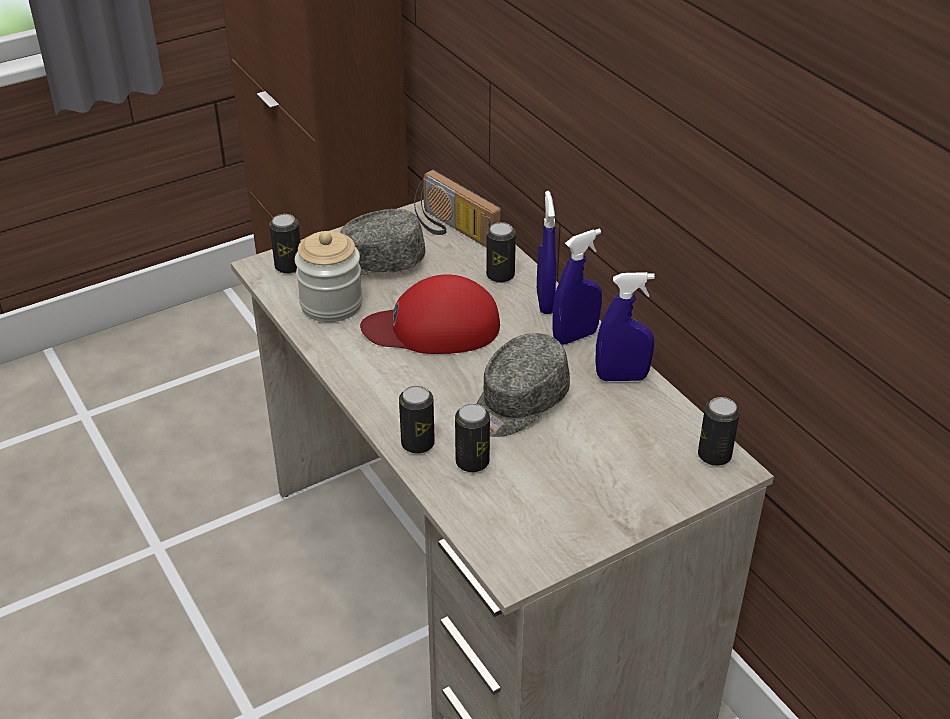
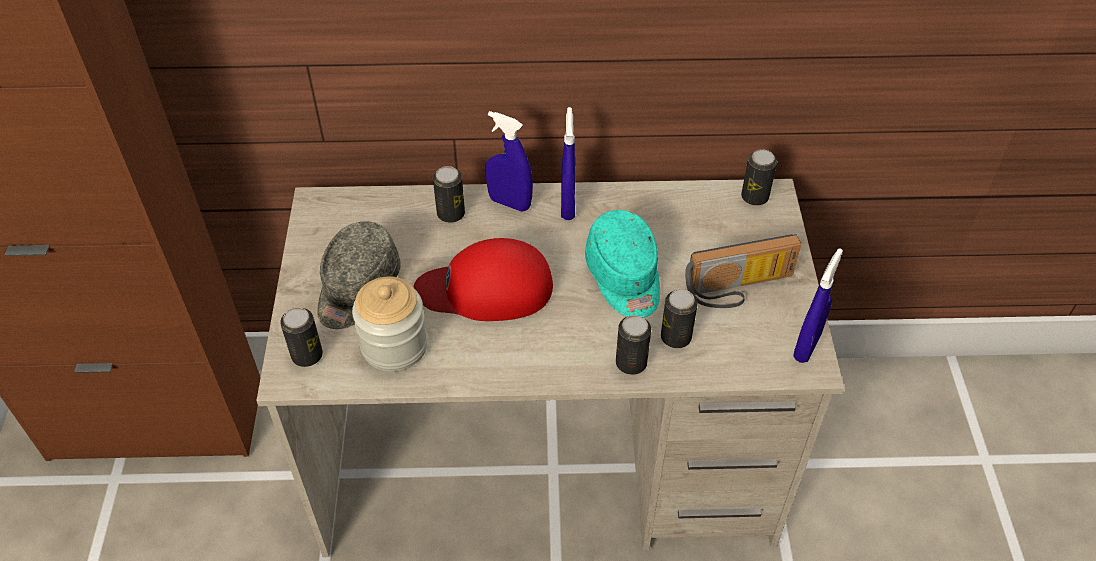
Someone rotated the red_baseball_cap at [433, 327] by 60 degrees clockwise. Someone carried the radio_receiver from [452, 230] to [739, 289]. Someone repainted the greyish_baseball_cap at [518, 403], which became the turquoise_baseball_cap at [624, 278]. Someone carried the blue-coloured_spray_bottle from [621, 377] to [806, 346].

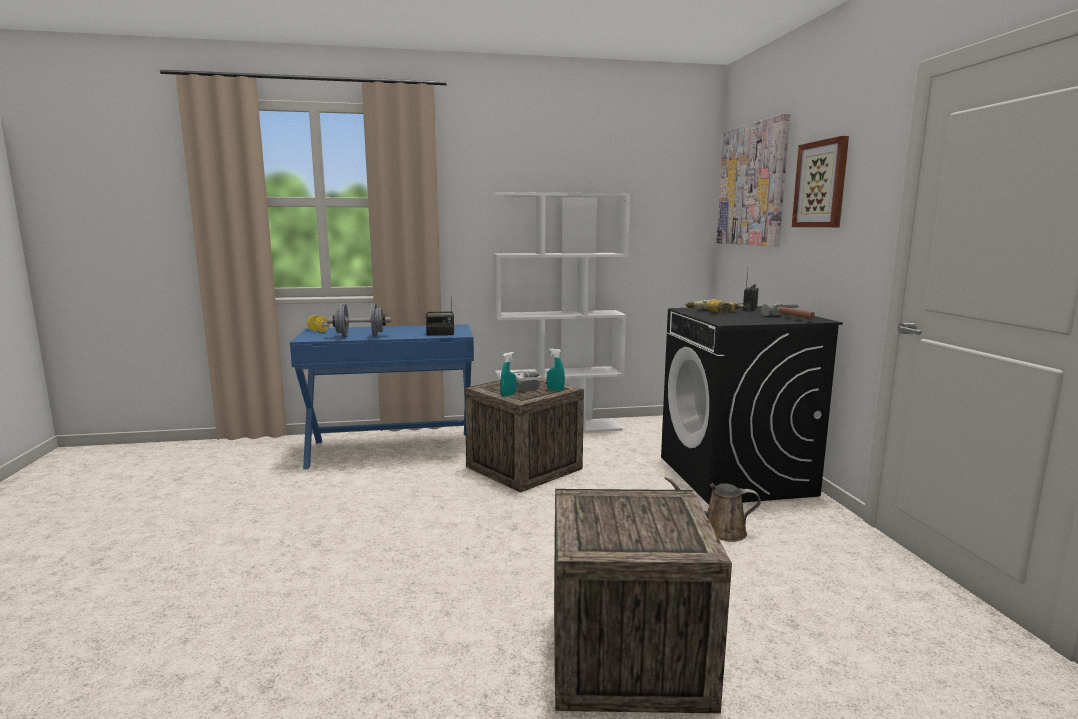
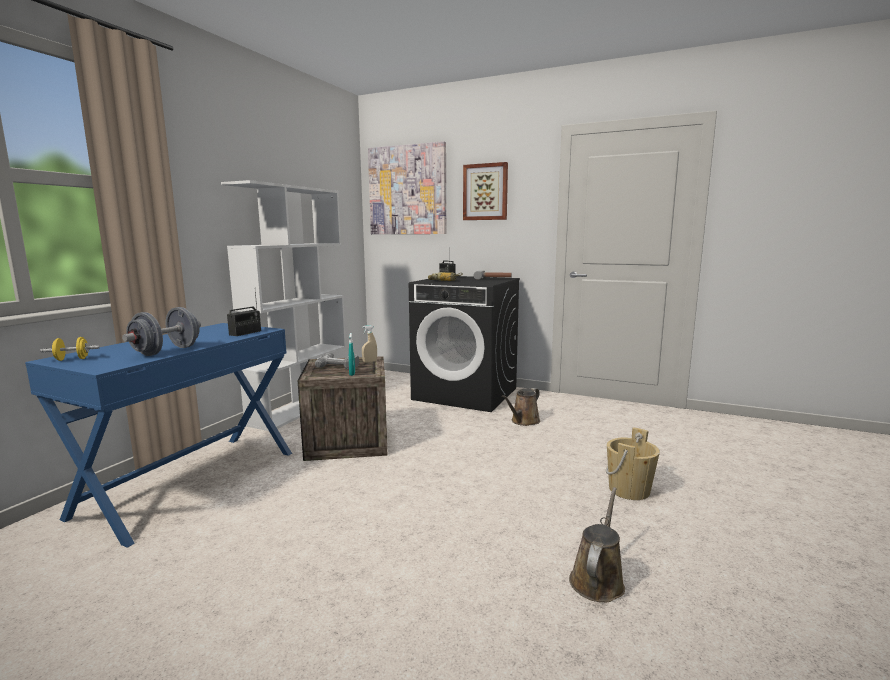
Someone repainted the turquoise_spray_bottle at [555, 390], which became the beige_spray_bottle at [369, 362]. Someone swapped the crate at [627, 656] for the beige_bucket at [629, 490]. Someone put down the brown_sprinkling_can at [597, 579].

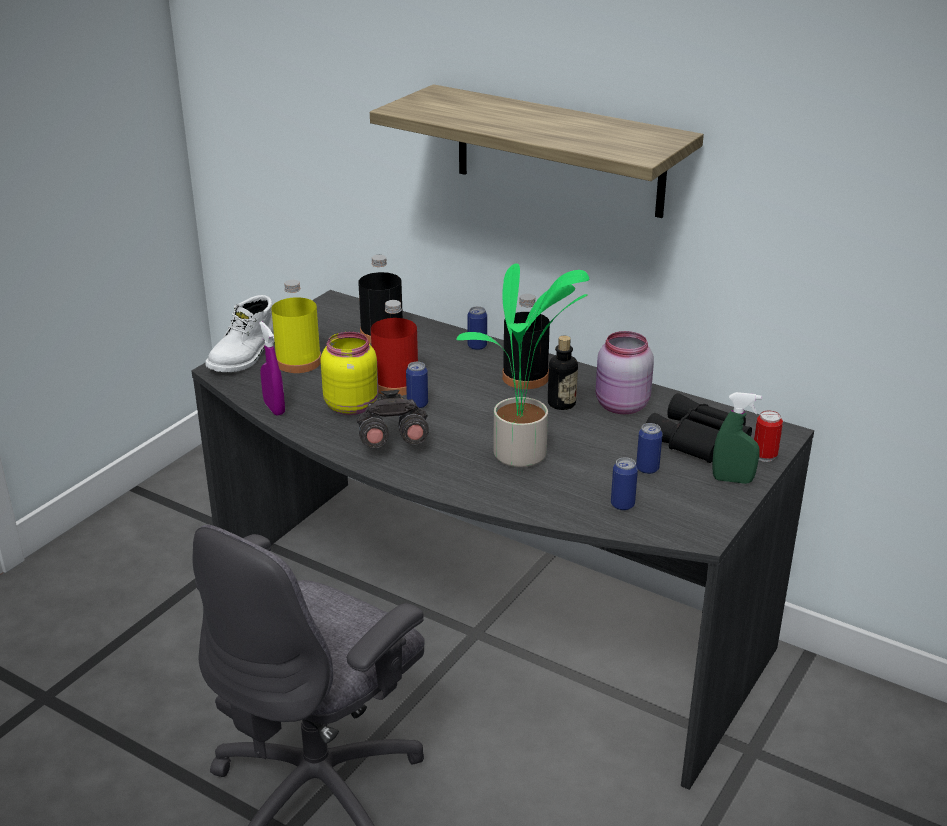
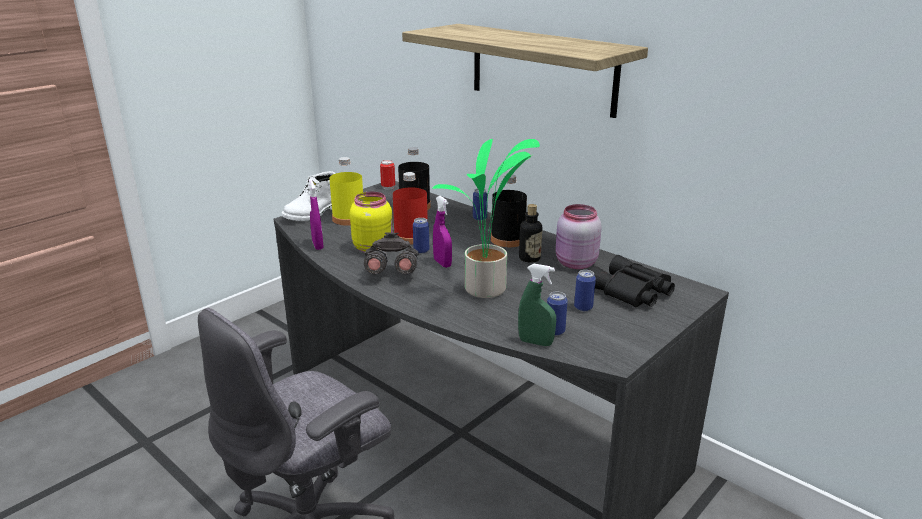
Someone carried the greenish_spray_bottle from [732, 480] to [535, 342]. Someone carried the can from [764, 456] to [388, 187]. Someone put down the purple_spray_bottle at [442, 263].

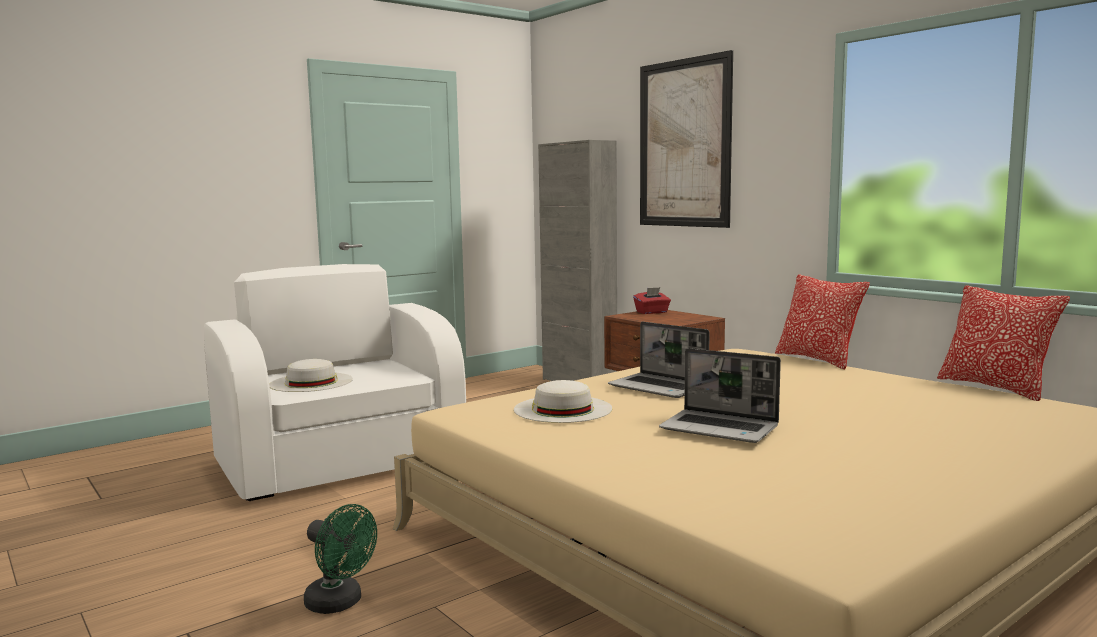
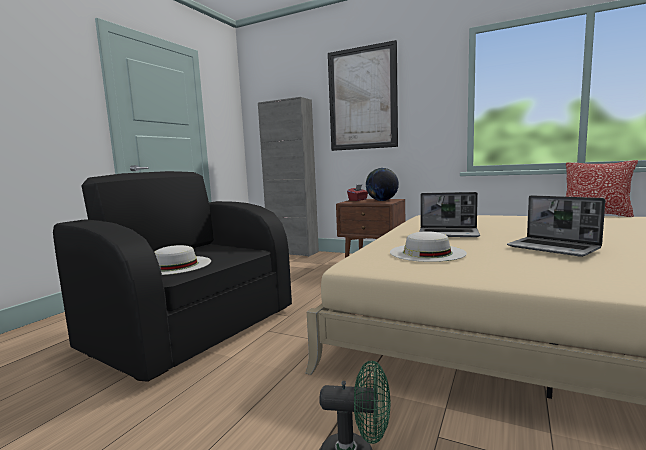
Someone repainted the whitish_easy_chair at [342, 462], which became the black_easy_chair at [194, 328]. Someone rotated the portable_computer at [720, 428] by 45 degrees clockwise. Someone took away the throw_pillow at [817, 359]. Someone put down the globe at [382, 201].

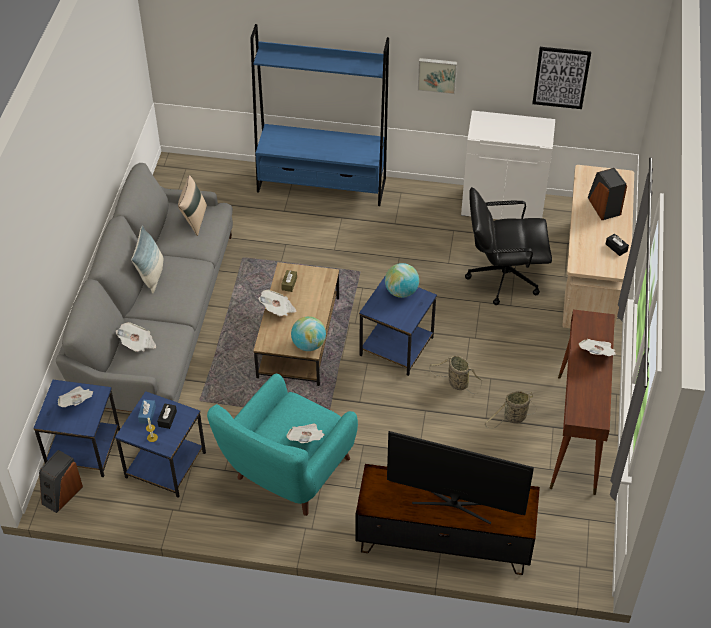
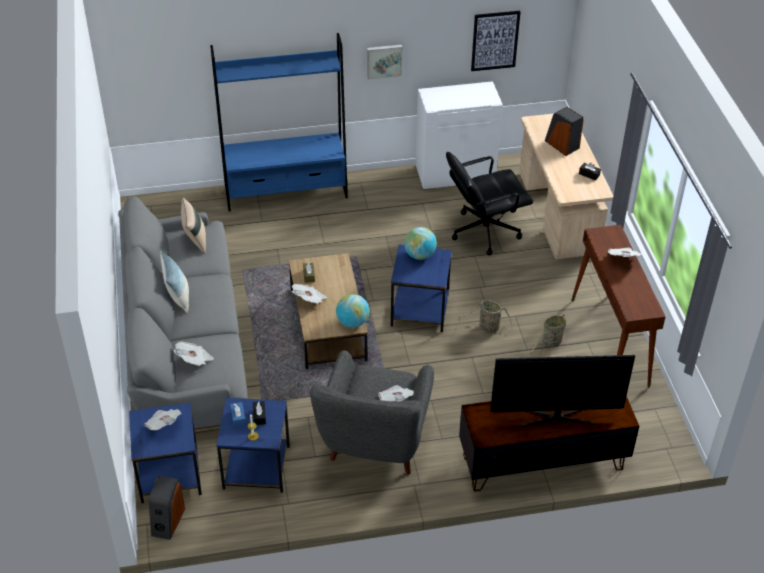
Someone repainted the turquoise_easy_chair at [287, 473], which became the greyish_easy_chair at [374, 443].

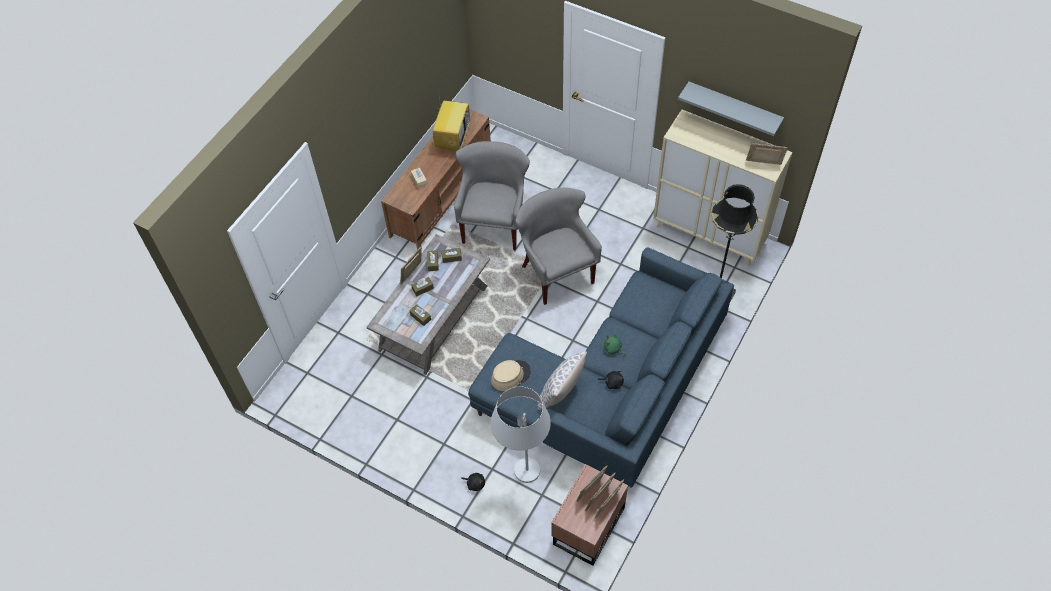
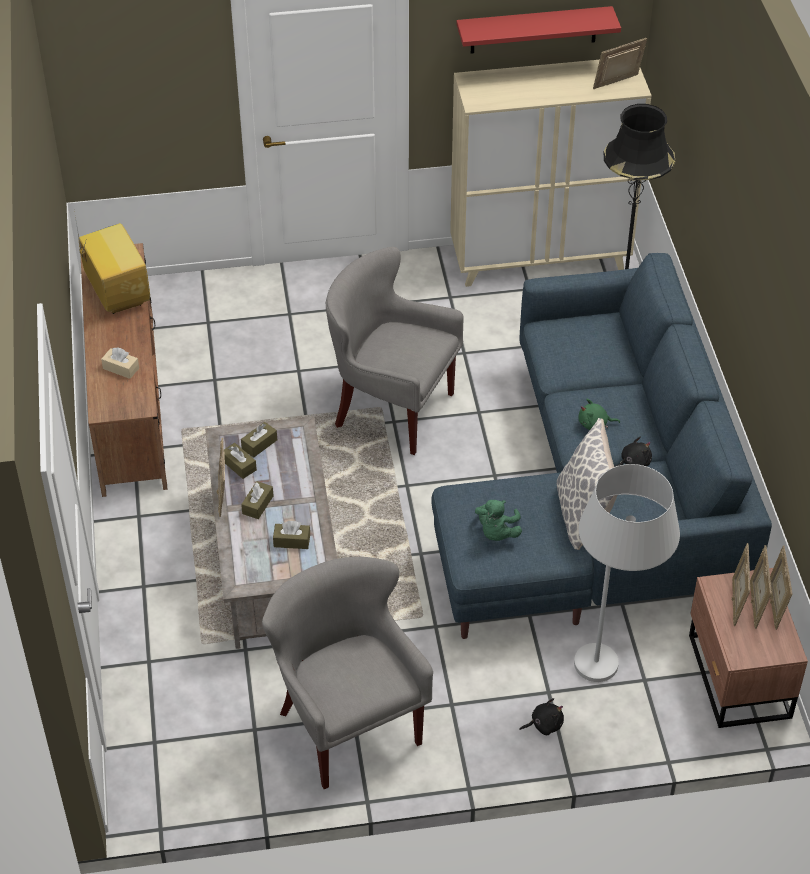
Someone carried the greyish_easy_chair from [494, 225] to [348, 725]. Someone swapped the beige_wearable_hat at [510, 375] for the greenish_cuddly_toy at [497, 533]. Someone repainted the greyish_shelf at [733, 108], which became the red_shelf at [533, 30].

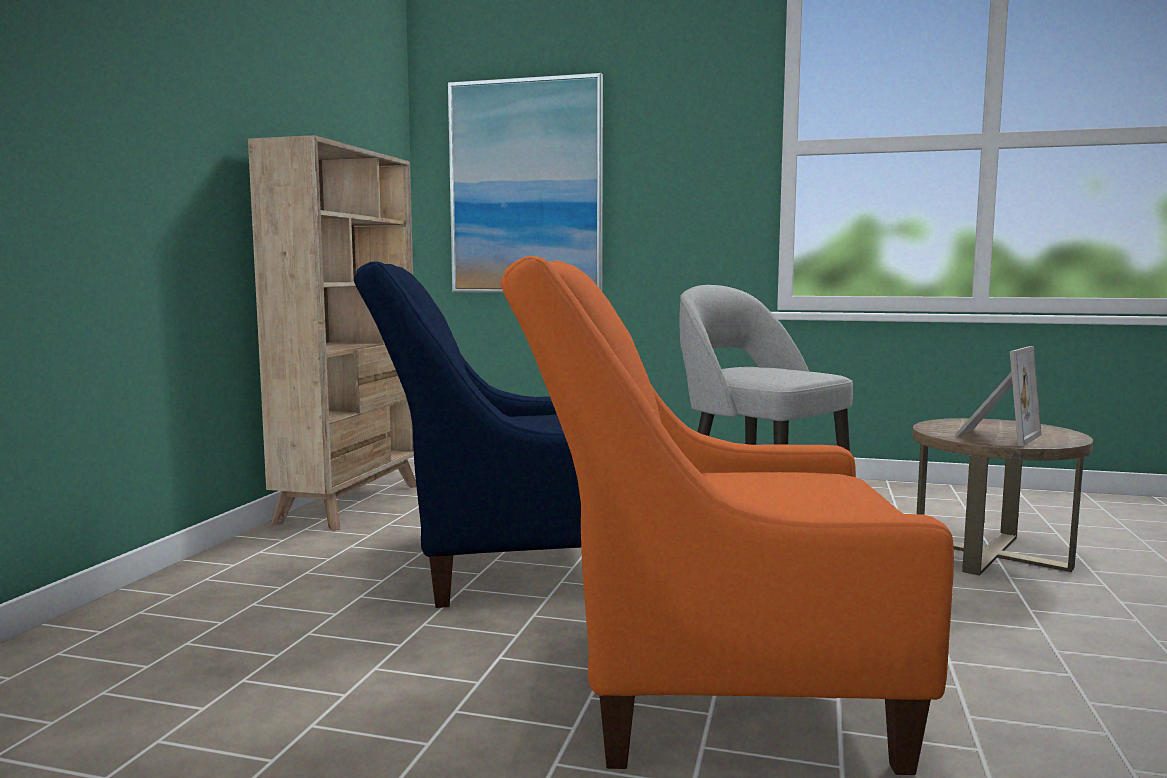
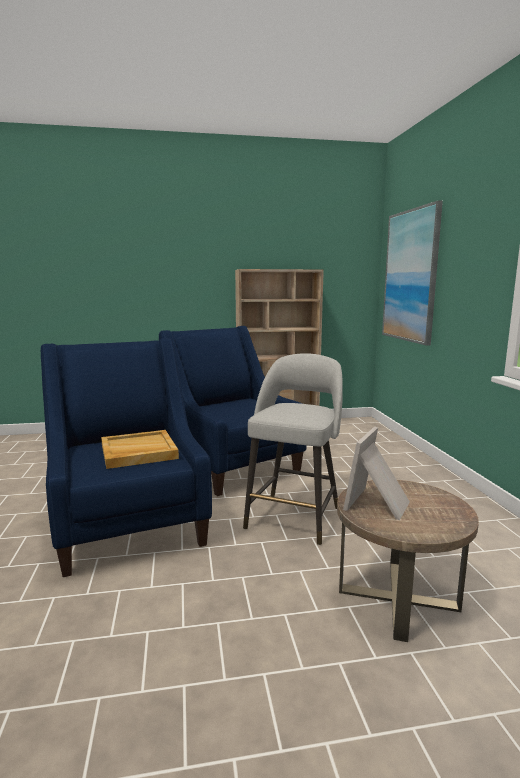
Someone repainted the orange_easy_chair at [703, 685], which became the blue-coloured_easy_chair at [129, 524]. Someone rotated the picture_frame at [994, 436] by 105 degrees clockwise. Someone put down the beige_carrying_tray at [138, 452].

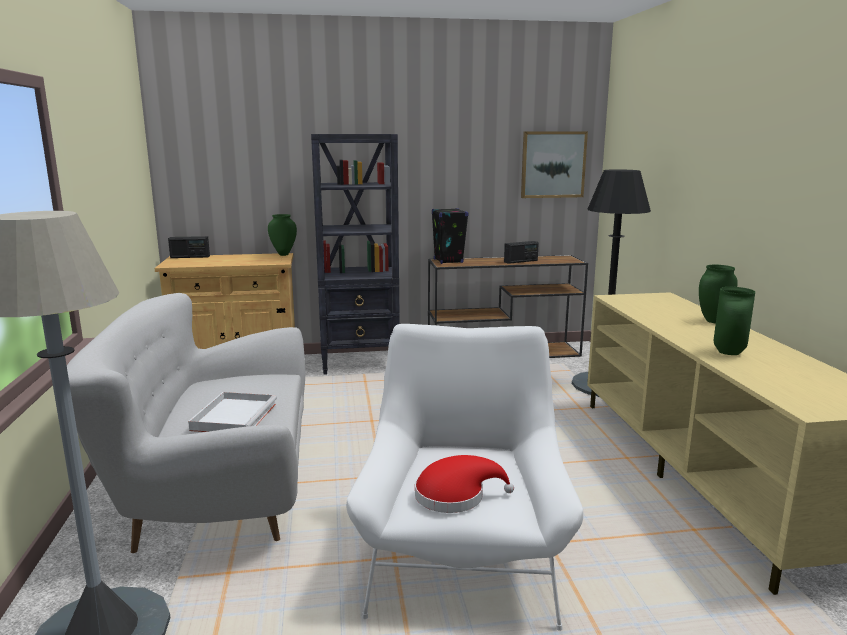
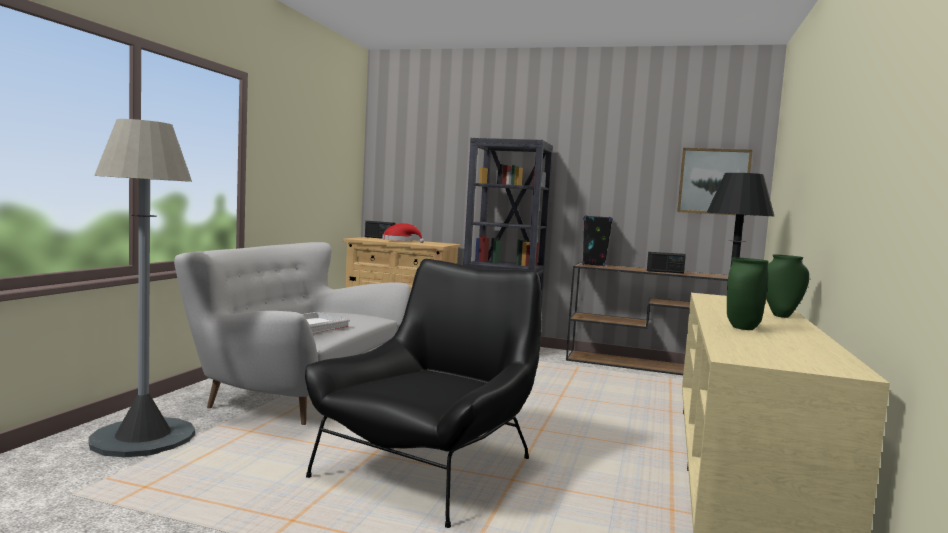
Someone took away the greenish_decorative_vase at [283, 254]. Someone repainted the whitish_easy_chair at [463, 556], which became the black_easy_chair at [428, 468]. Someone carried the red_wearable_hat from [455, 496] to [399, 241].

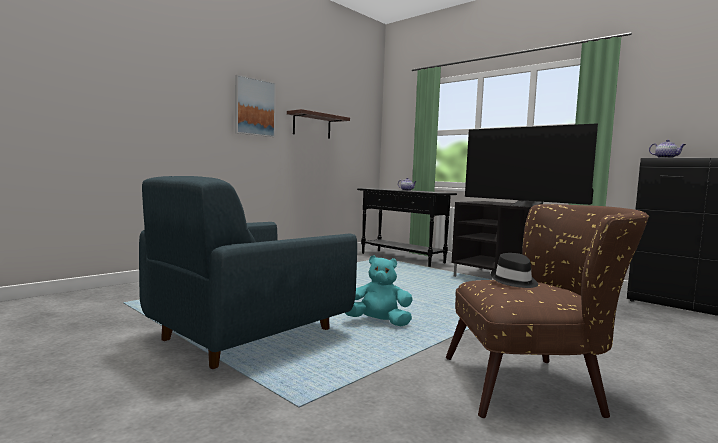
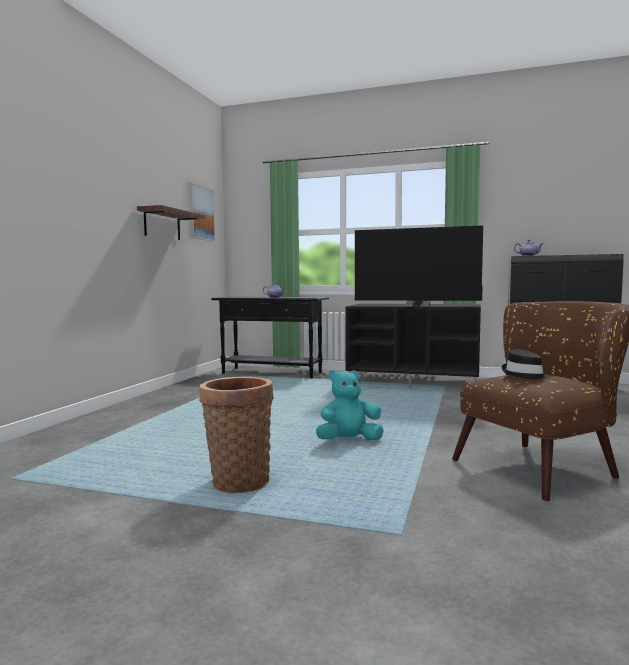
Someone swapped the blue-coloured_easy_chair at [248, 335] for the household_basket at [238, 481]. Someone carried the wall_art from [254, 107] to [200, 213].

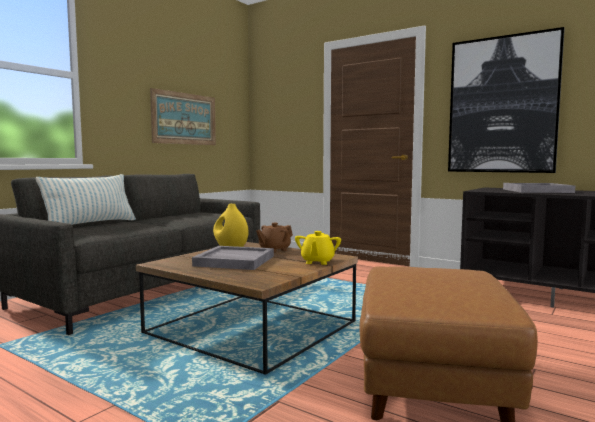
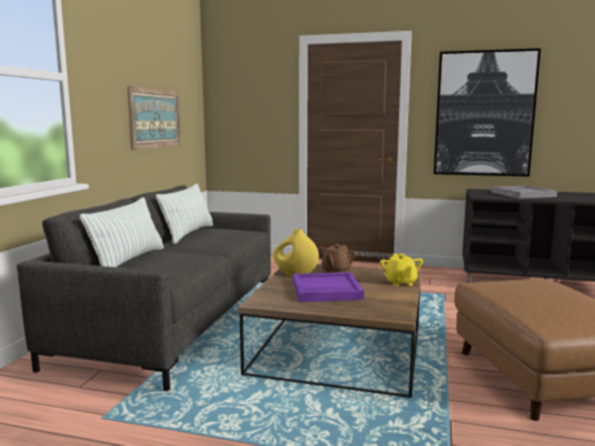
Someone repainted the greyish_carrying_tray at [234, 261], which became the purple_carrying_tray at [326, 290]. Someone put down the throw_pillow at [188, 234].

